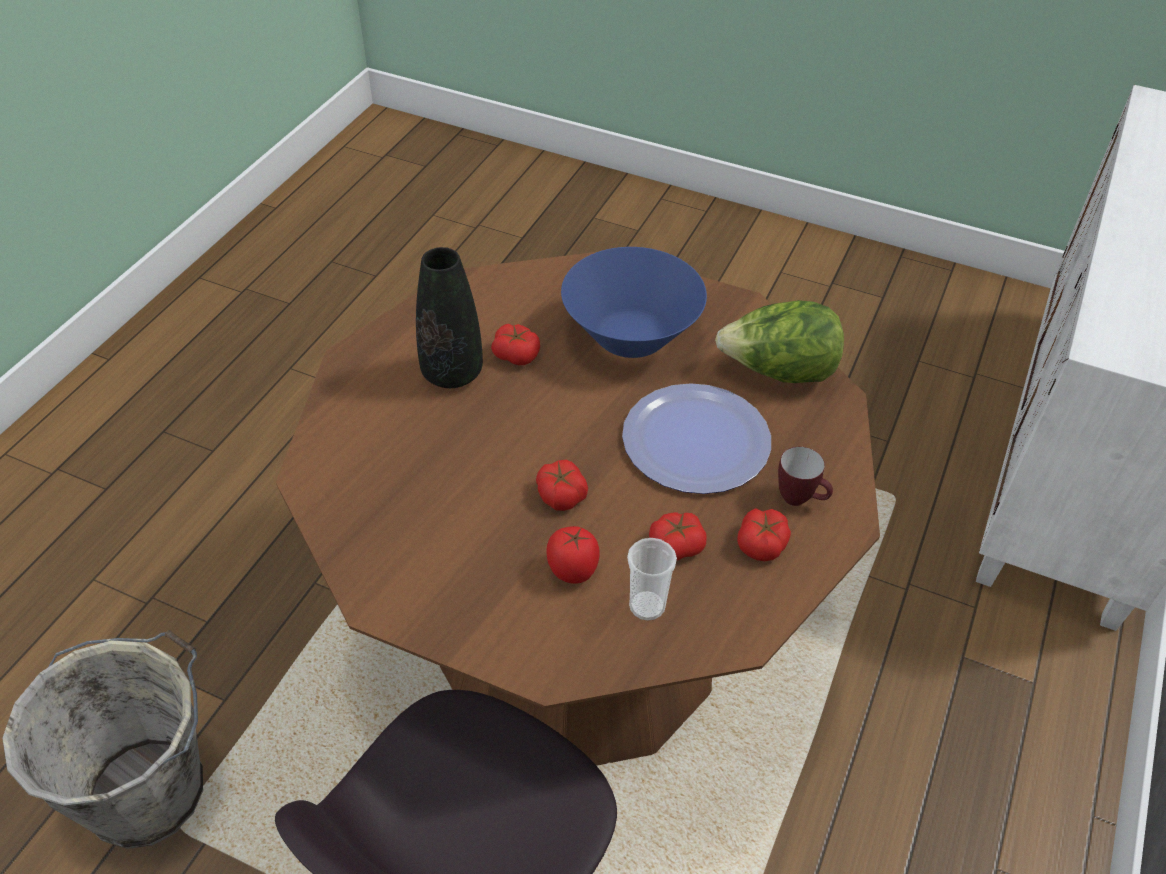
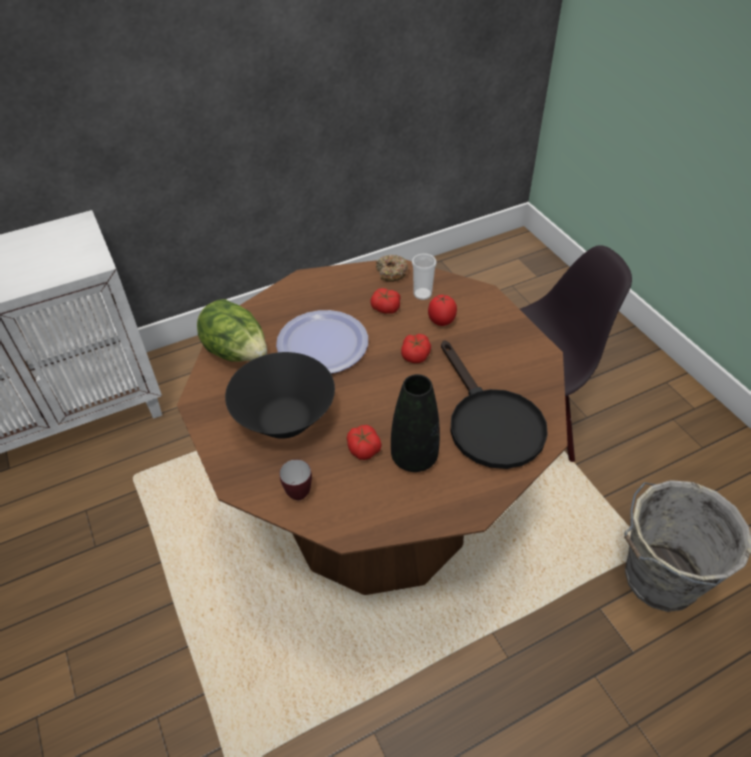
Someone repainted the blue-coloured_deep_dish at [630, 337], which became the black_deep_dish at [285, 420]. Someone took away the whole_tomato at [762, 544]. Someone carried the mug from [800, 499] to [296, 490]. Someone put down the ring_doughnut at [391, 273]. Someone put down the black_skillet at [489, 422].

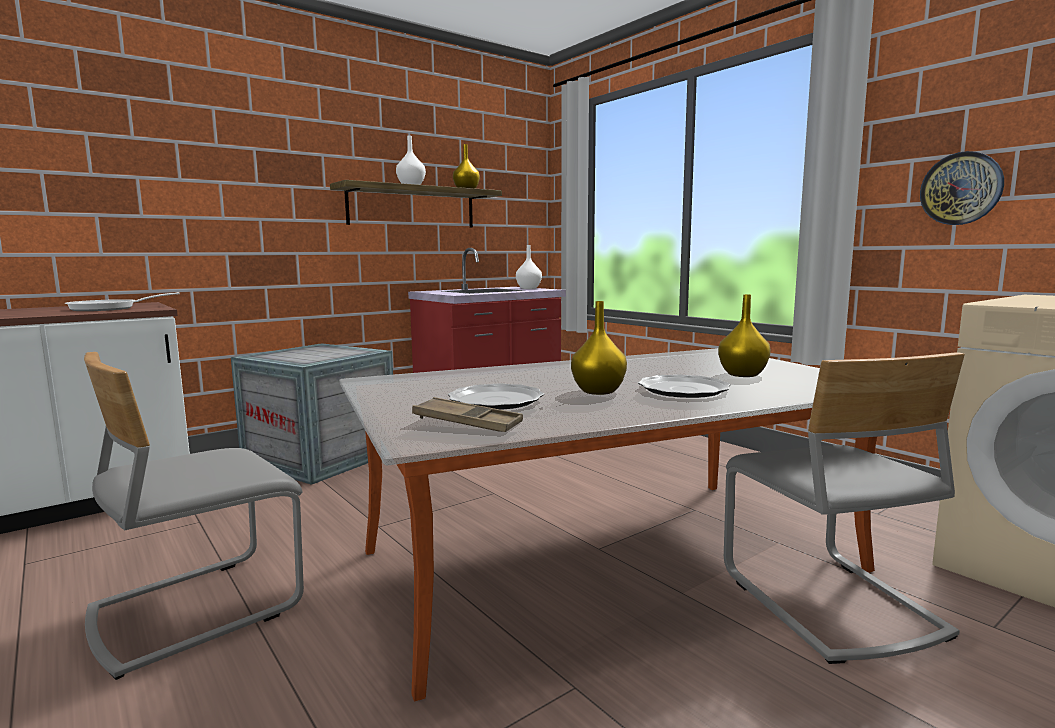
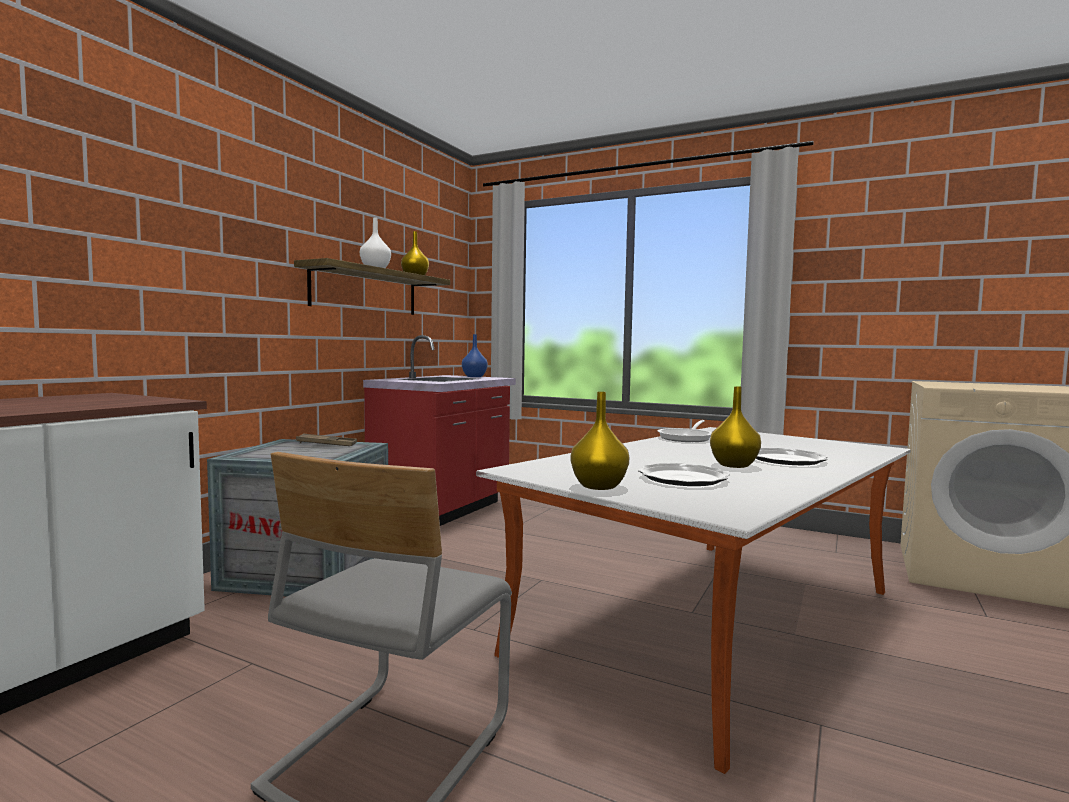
Someone carried the skillet from [109, 308] to [687, 438]. Someone carried the brown_carrying_tray from [468, 423] to [327, 444]. Someone repainted the whitish_decorative_vase at [529, 288], which became the blue-coloured_decorative_vase at [475, 376]. Someone carried the yellow_decorative_vase from [741, 374] to [598, 486]. Someone took away the greyish_upright_chair at [828, 602]. Someone took away the hanging_clock at [961, 188].

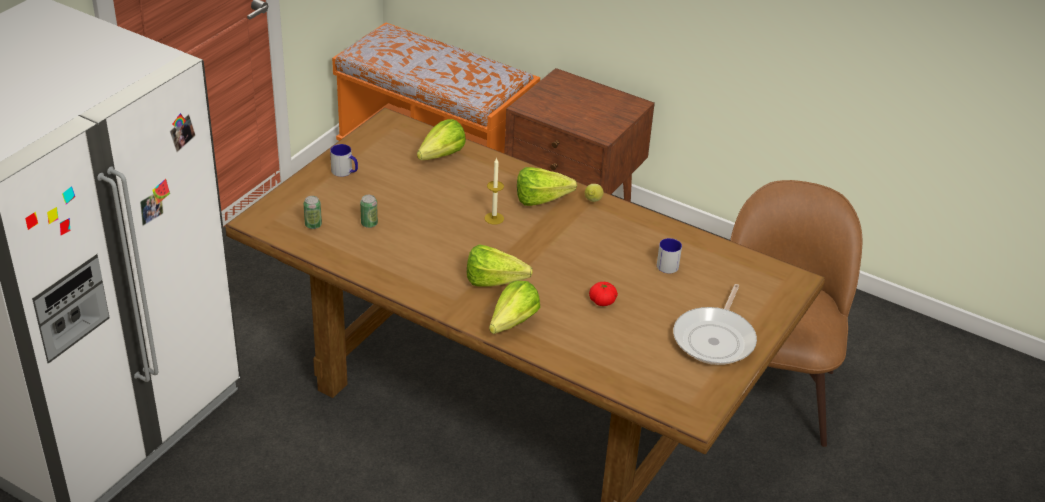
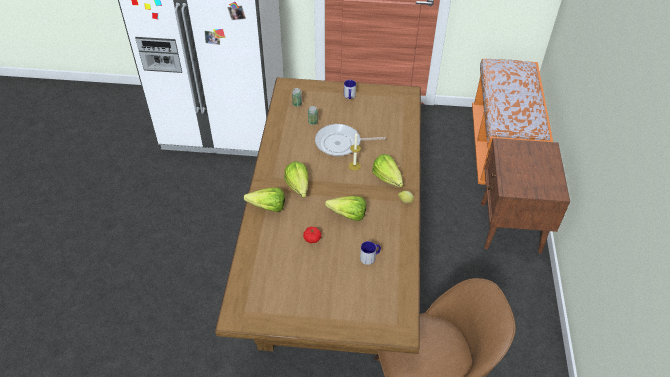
Someone carried the lettuce_head from [437, 158] to [345, 214]. Someone carried the skillet from [715, 338] to [341, 143].

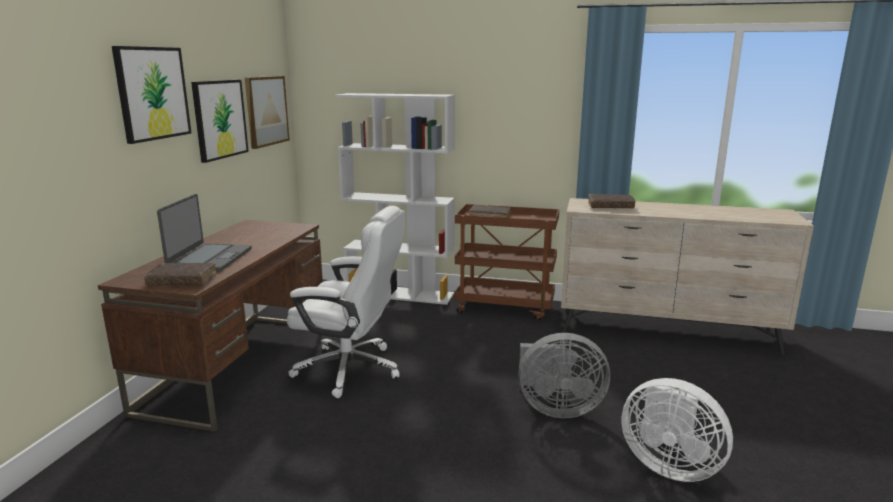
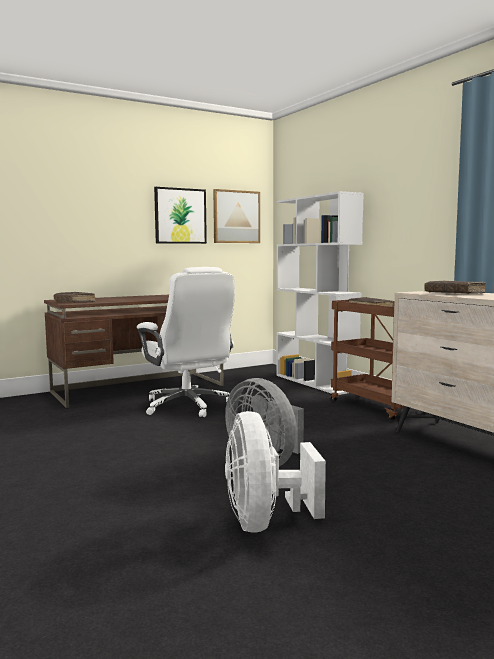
Someone took away the wall_art at [152, 93]. Someone took away the portable_computer at [210, 259].

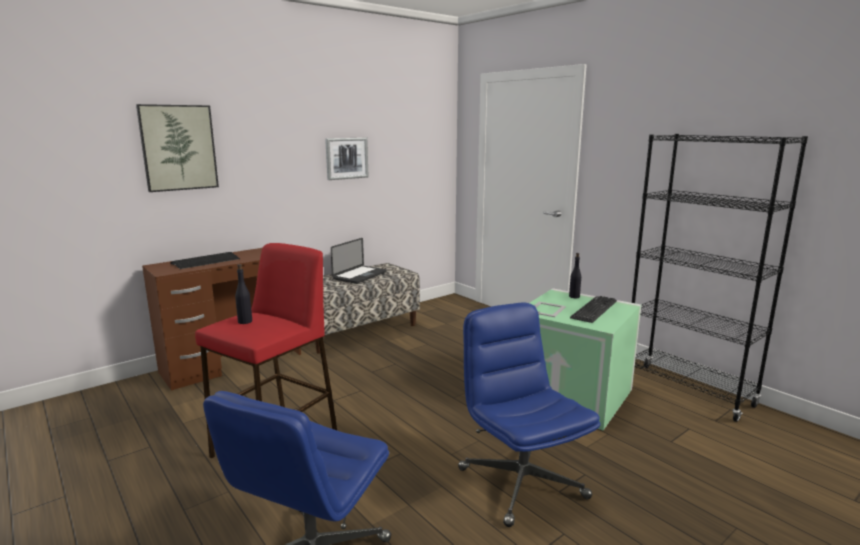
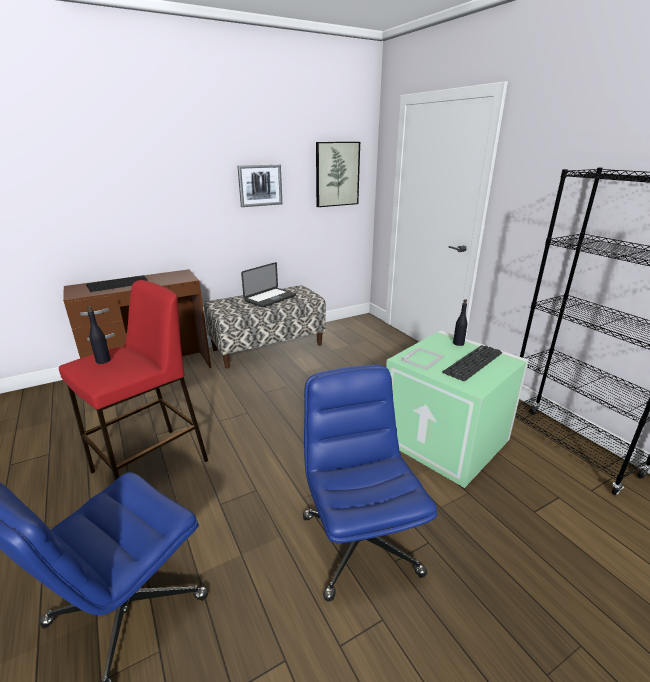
Someone carried the wall_art from [178, 147] to [337, 174].

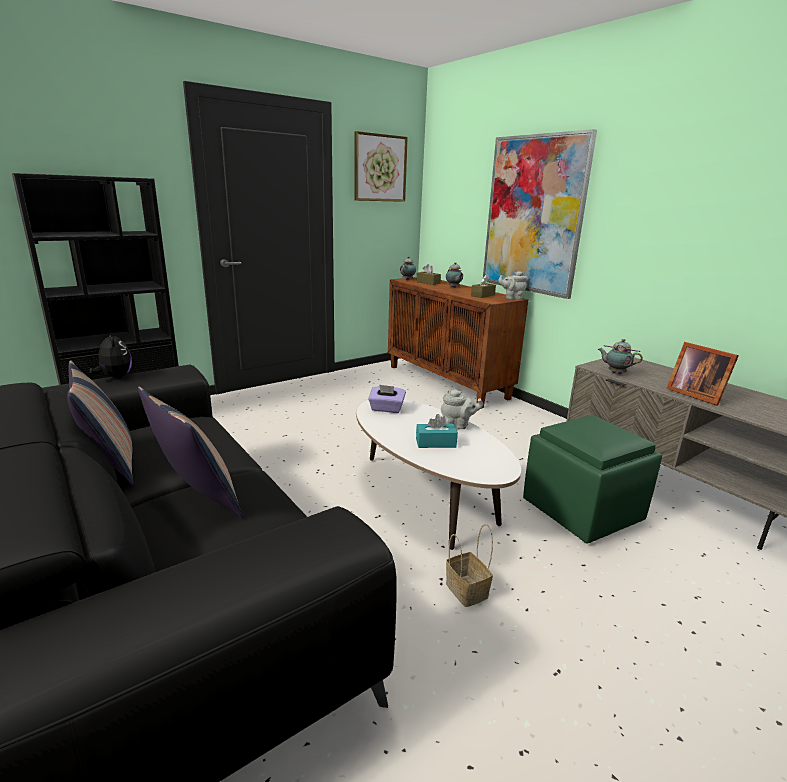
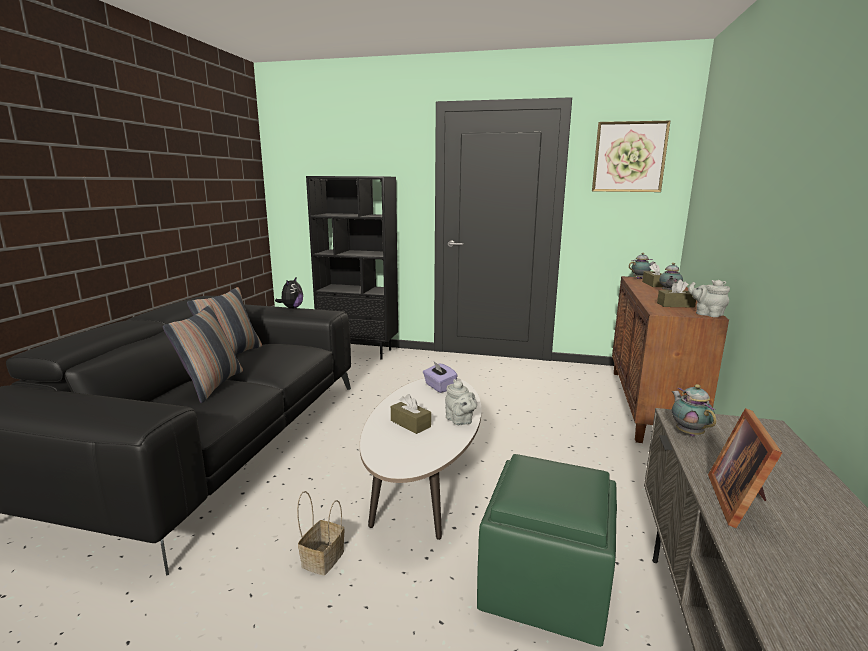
Someone repainted the turquoise_tissue_box at [435, 443], which became the brown_tissue_box at [410, 424]. Someone took away the wall_art at [533, 215].

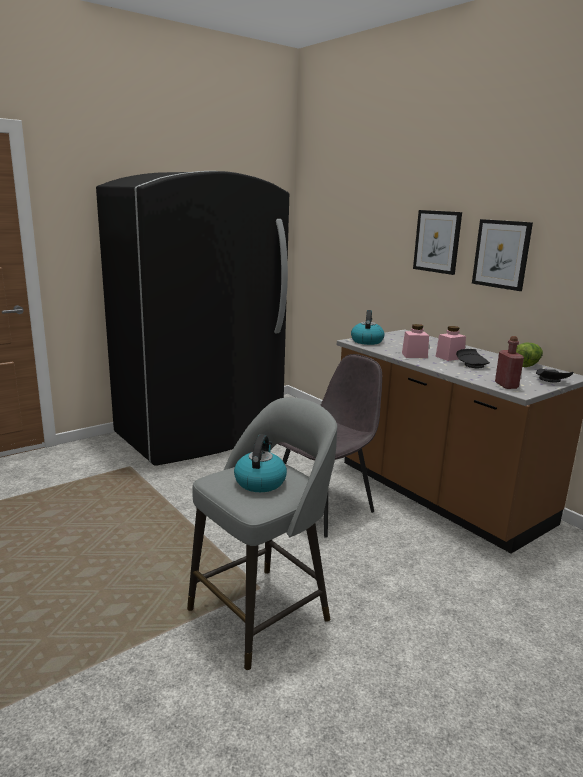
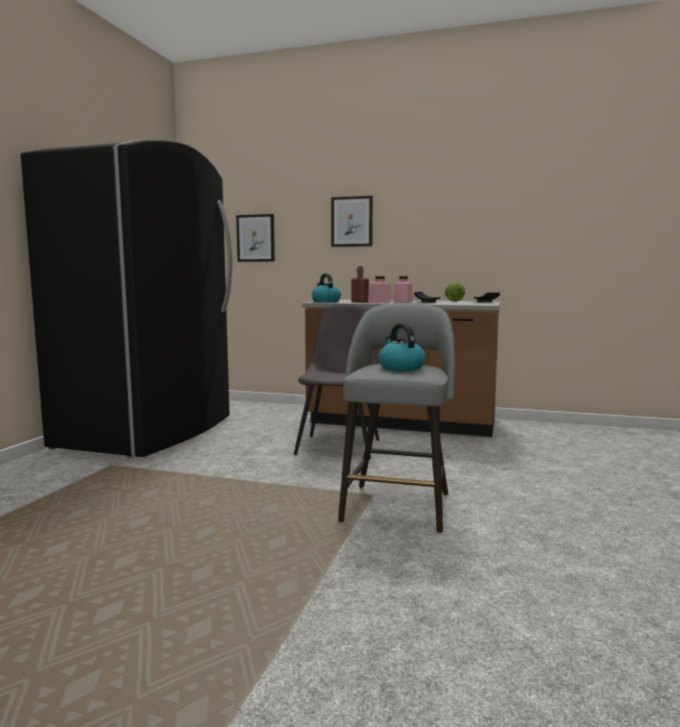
Someone carried the wall_art from [501, 254] to [255, 238]. Someone carried the red_bottle from [506, 385] to [359, 302].

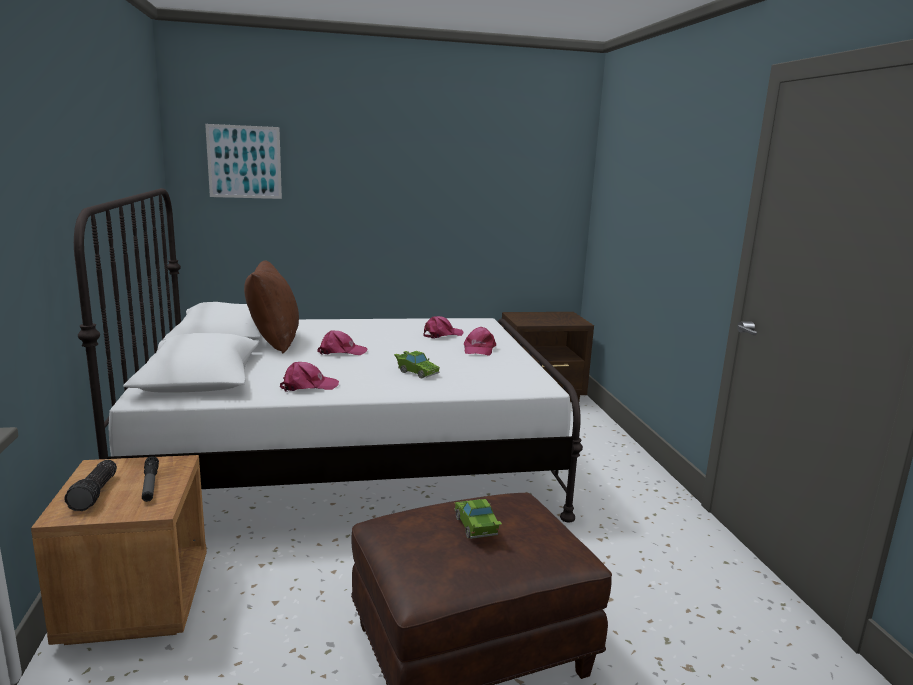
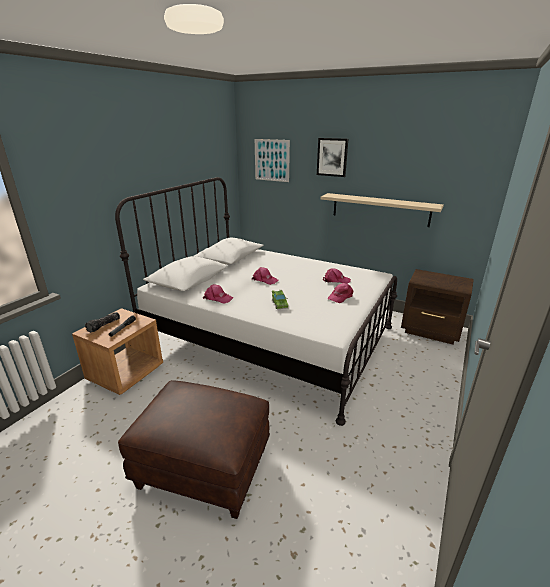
Someone took away the brown_throw_pillow at [274, 341]. Someone took away the greenish_miniature_car at [476, 528]. Someone put up the wall_art at [332, 157]. Someone put up the beige_shelf at [380, 209].

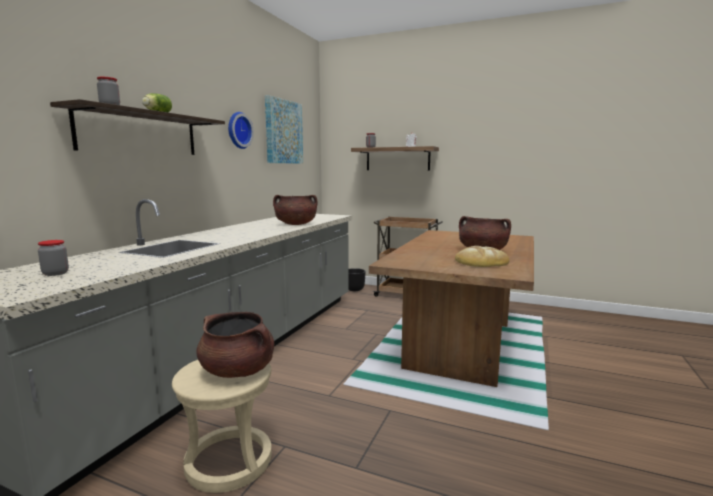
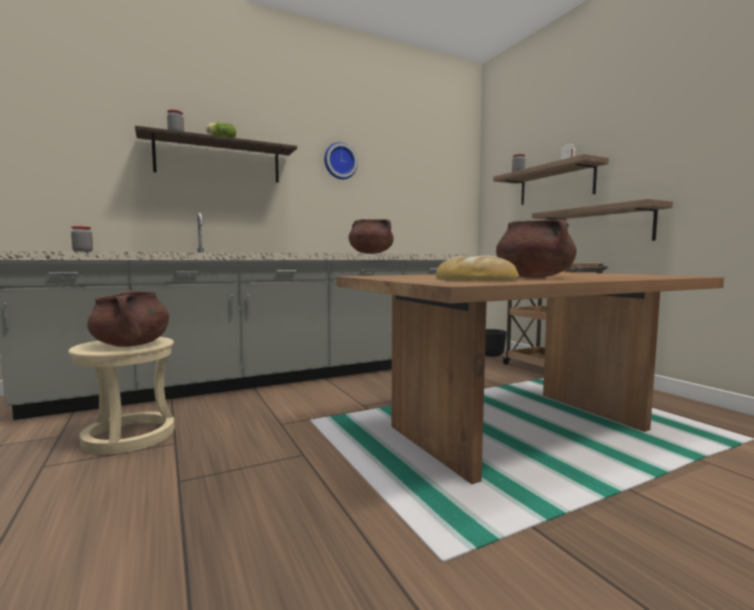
Someone took away the wall_art at [283, 132]. Someone put up the shelf at [605, 225].

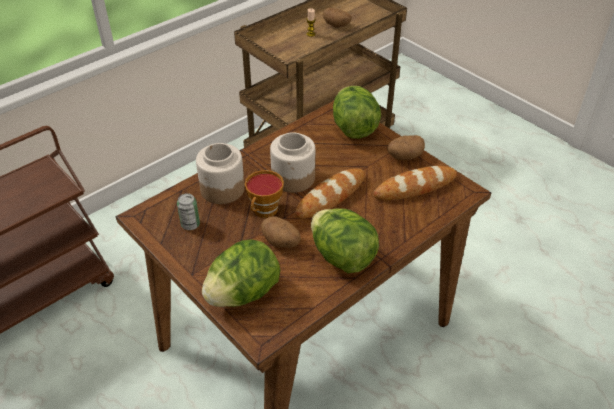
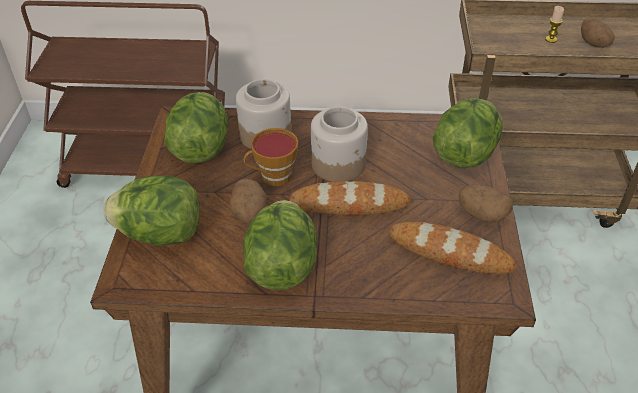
Someone swapped the can at [190, 224] for the lettuce_head at [201, 148].

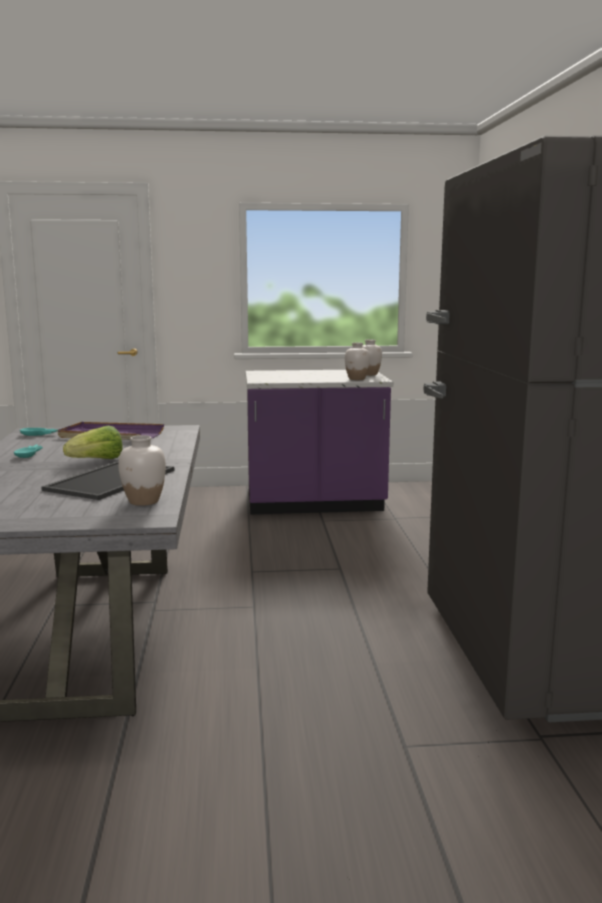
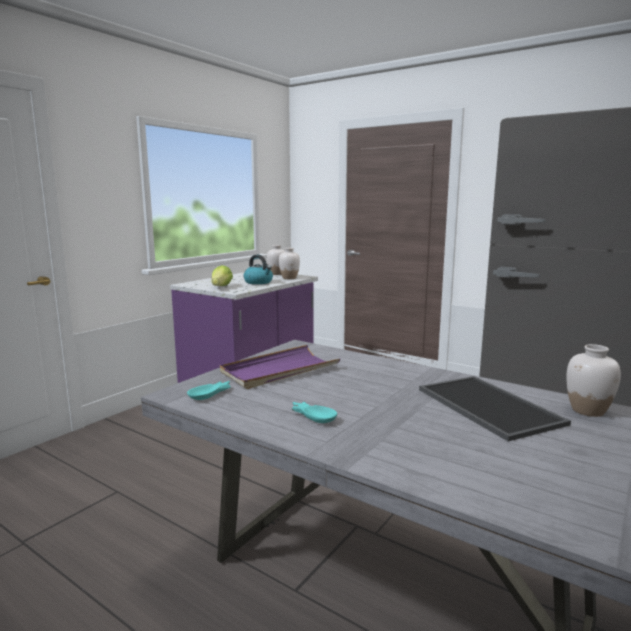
Someone carried the lettuce_head from [97, 460] to [221, 287]. Someone put down the tea_kettle at [259, 282].

